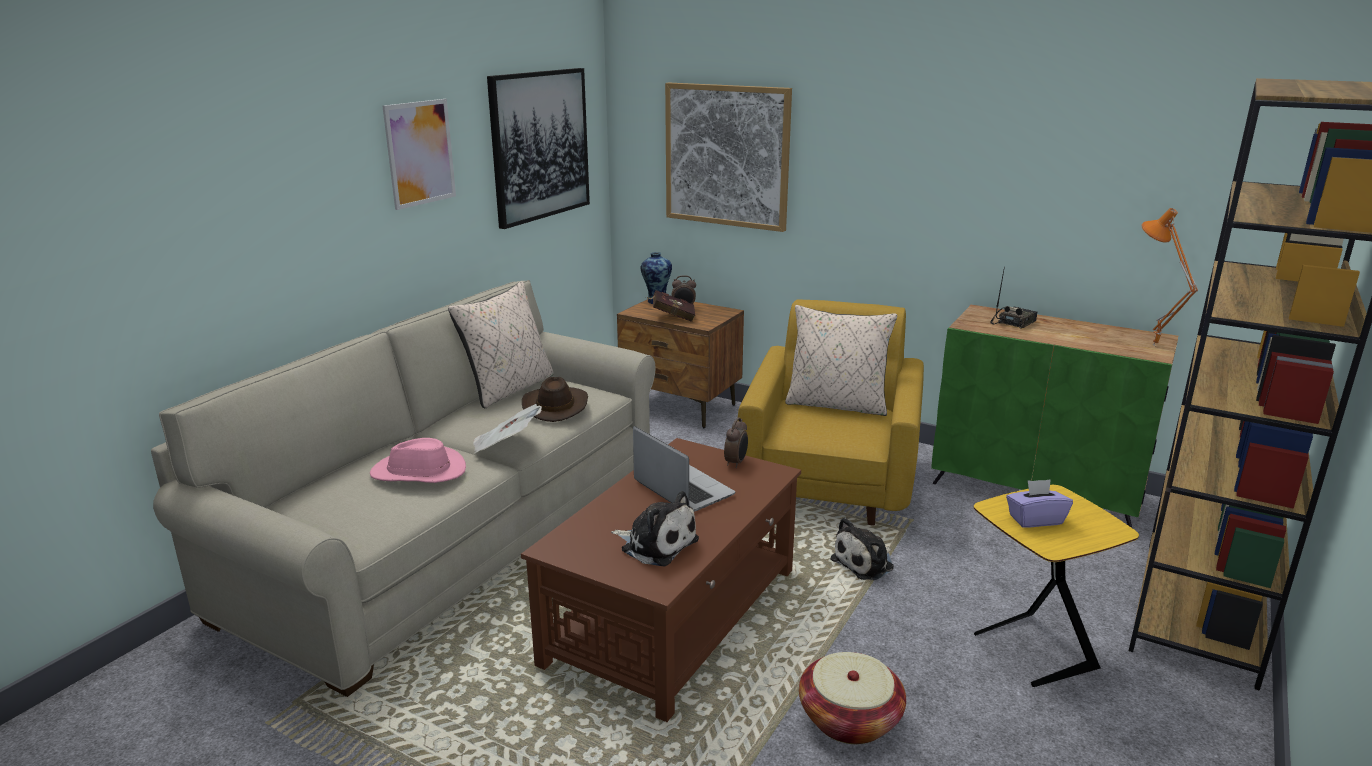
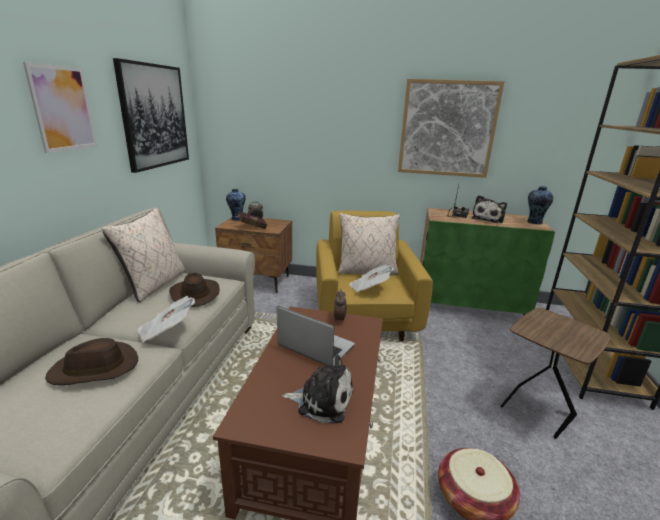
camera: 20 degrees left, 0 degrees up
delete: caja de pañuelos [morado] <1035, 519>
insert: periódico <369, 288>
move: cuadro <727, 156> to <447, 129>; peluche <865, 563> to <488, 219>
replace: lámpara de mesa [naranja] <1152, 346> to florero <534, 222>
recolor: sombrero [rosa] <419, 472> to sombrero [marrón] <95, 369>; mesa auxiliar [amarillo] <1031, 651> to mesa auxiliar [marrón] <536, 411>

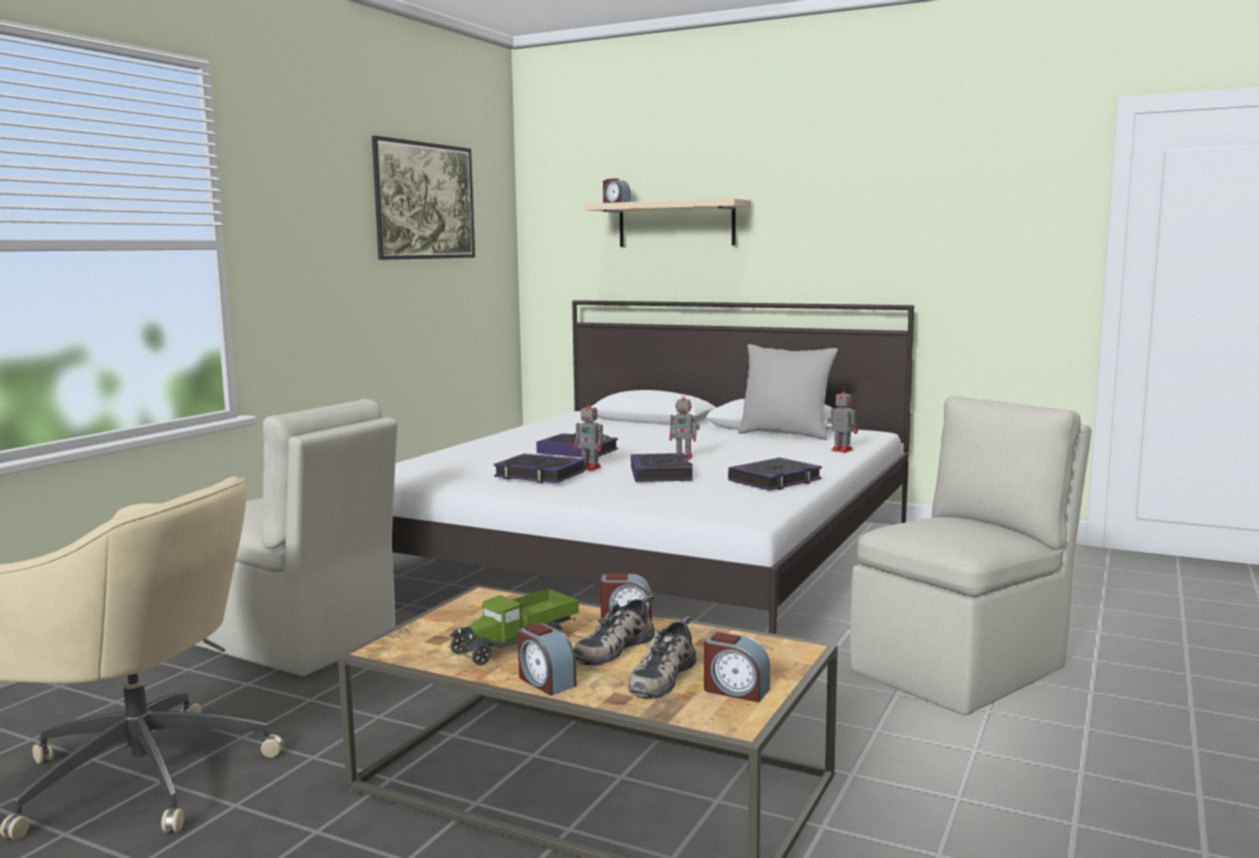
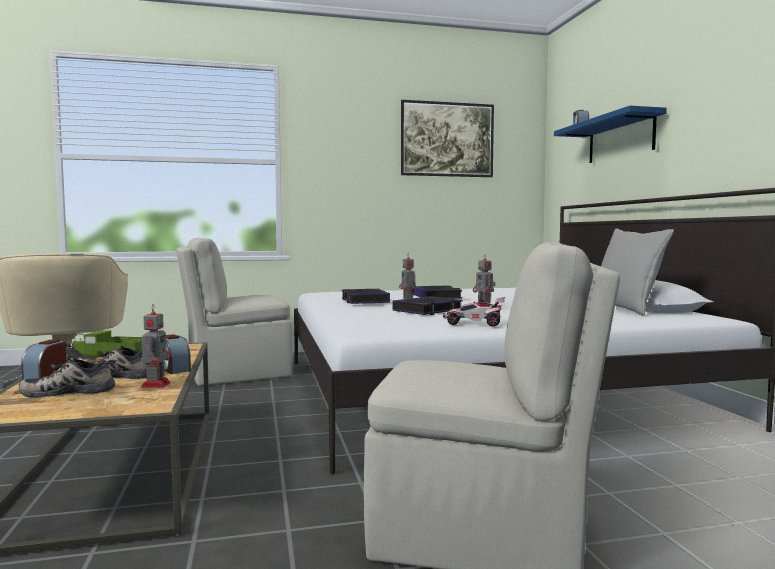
camera: 50 degrees right, 5 degrees down
delete: despertador <735, 690>
move: robot de juguete <841, 450> to <156, 384>
replace: libro <775, 481> to coche de juguete <474, 324>
recolor: estante [beis] <676, 224> to estante [azul] <620, 139>
rotate: silla [beis] <299, 642> = <236, 374> 75 degrees clockwise

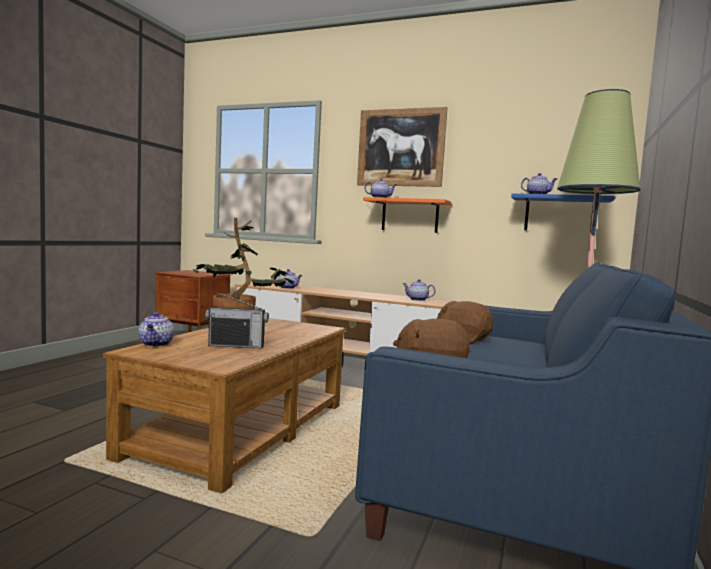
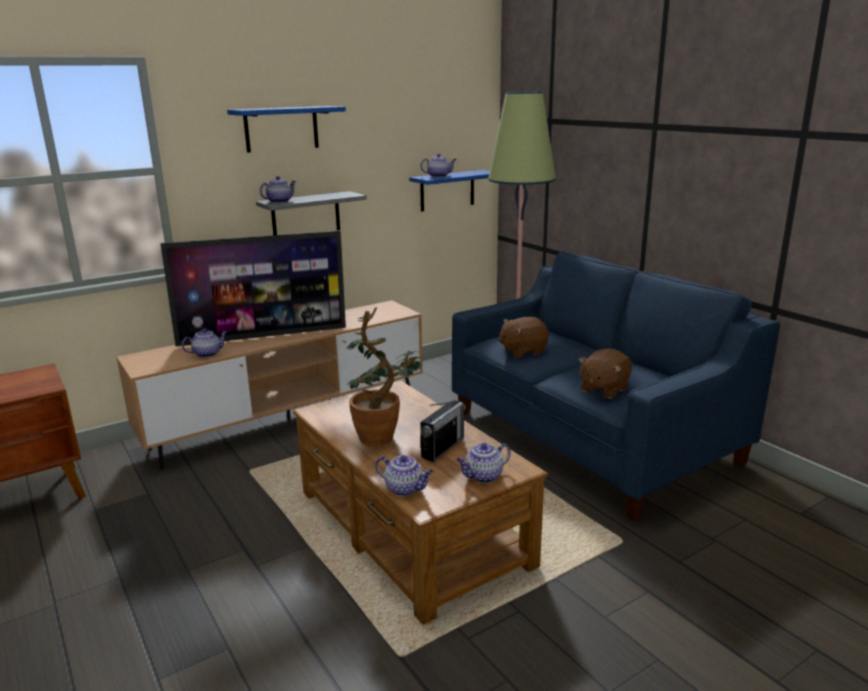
camera: 55 degrees left, 15 degrees up
insert: televisor <263, 336>
move: tetera <417, 300> to <483, 477>
replace: cuadro <400, 148> to estante [azul] <281, 129>
recolor: estante [naranja] <410, 216> to estante [gris] <306, 215>

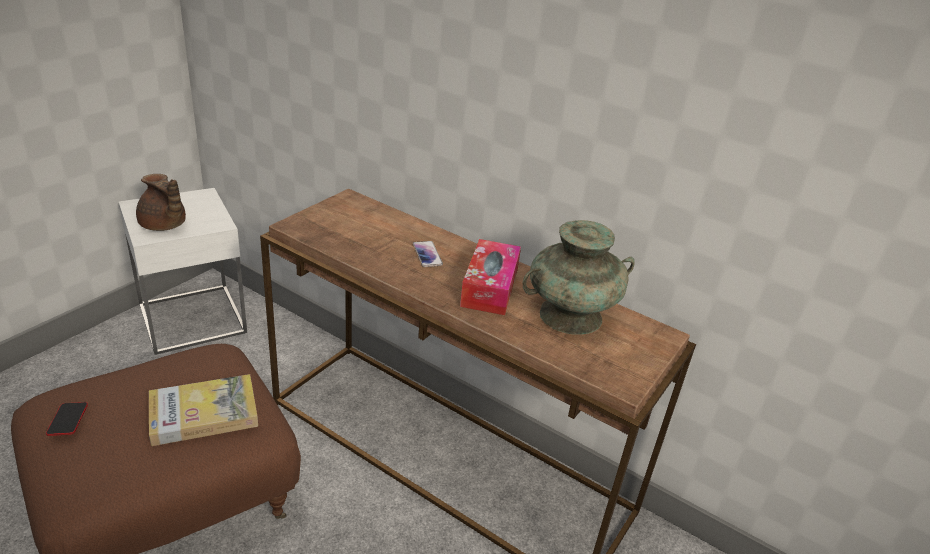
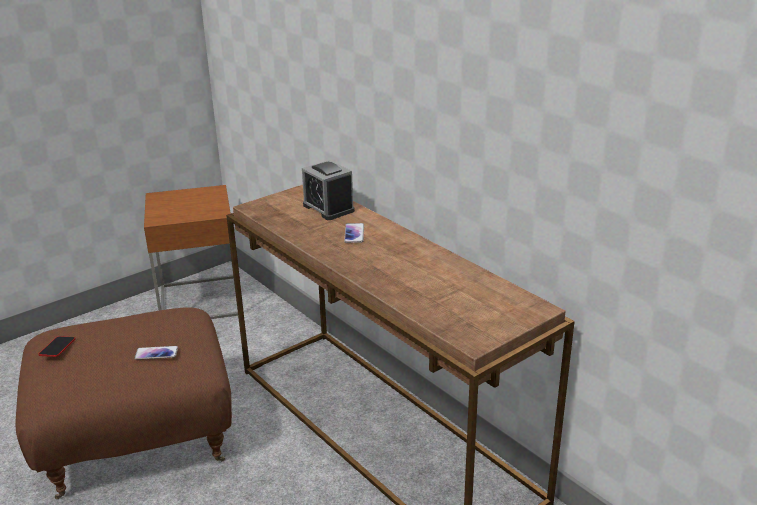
camera: 20 degrees right, 5 degrees down
delete: tetera [marrón] <164, 226>; florero [turquesa] <571, 316>; caja de pañuelos <490, 287>
insert: despertador <328, 208>
replace: libro <203, 413> to móvil <156, 353>
recolor: mesa auxiliar [blanco] <192, 318> to mesa auxiliar [marrón] <200, 300>

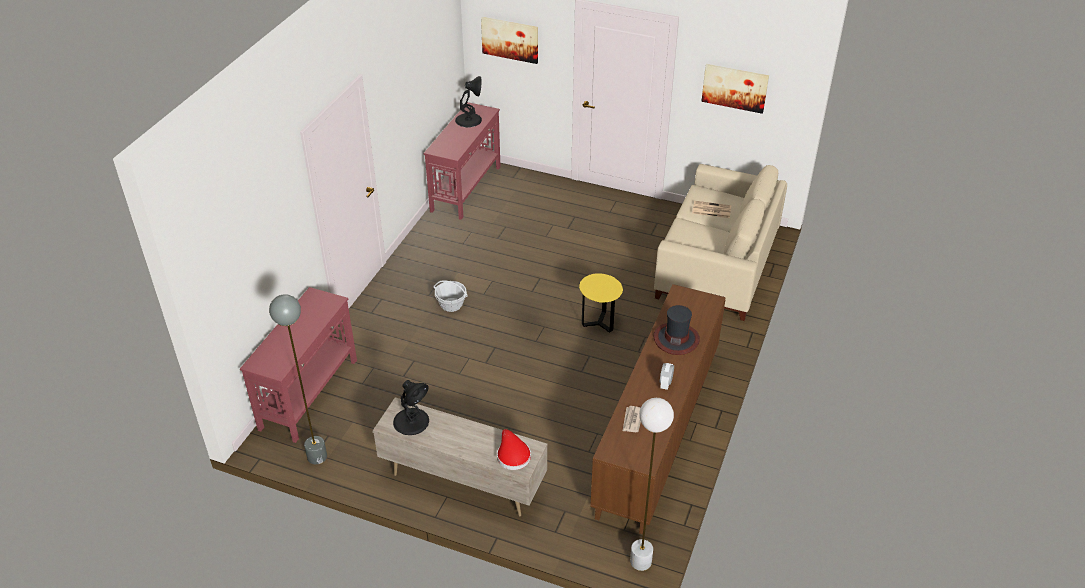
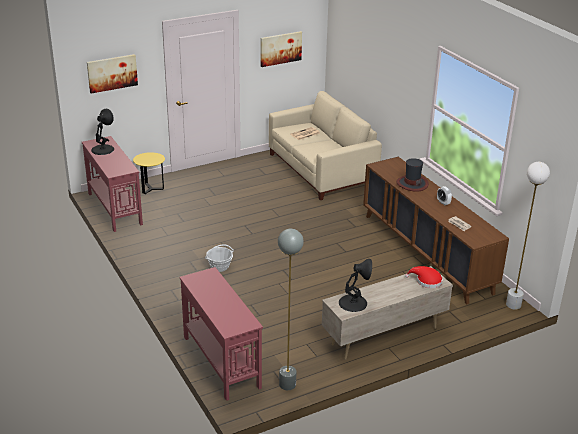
camera: 50 degrees left, 10 degrees down
move: mesa auxiliar [amarillo] <599, 323> to <151, 189>

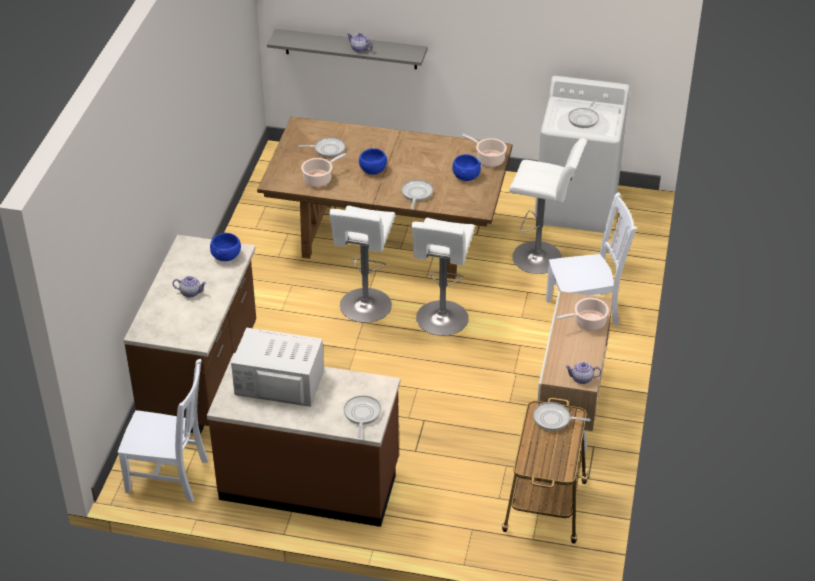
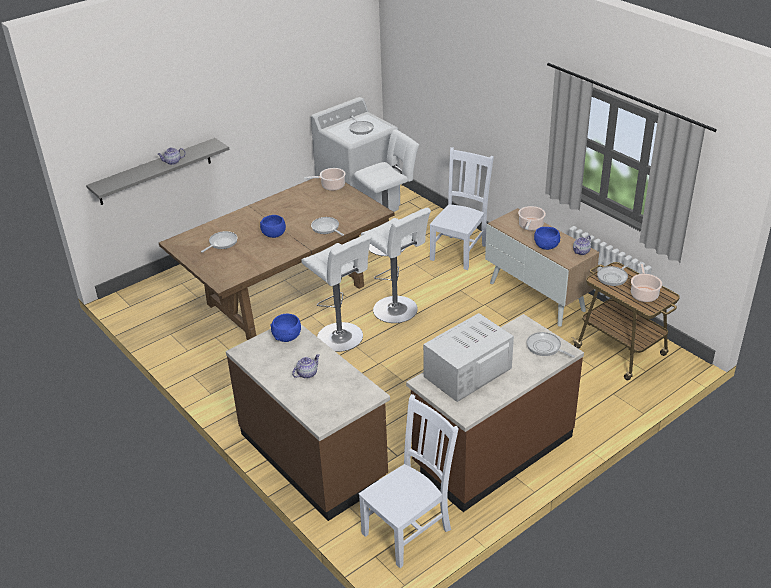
camera: 50 degrees left, 5 degrees down
move: olla <319, 179> to <644, 294>; cuenco [azul] <466, 176> to <546, 245>

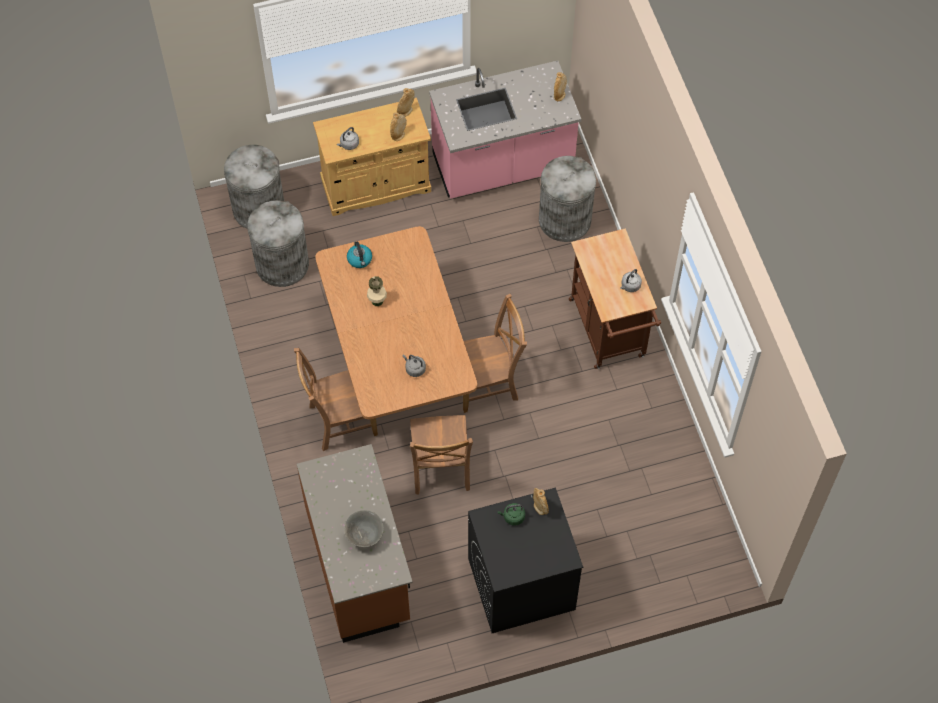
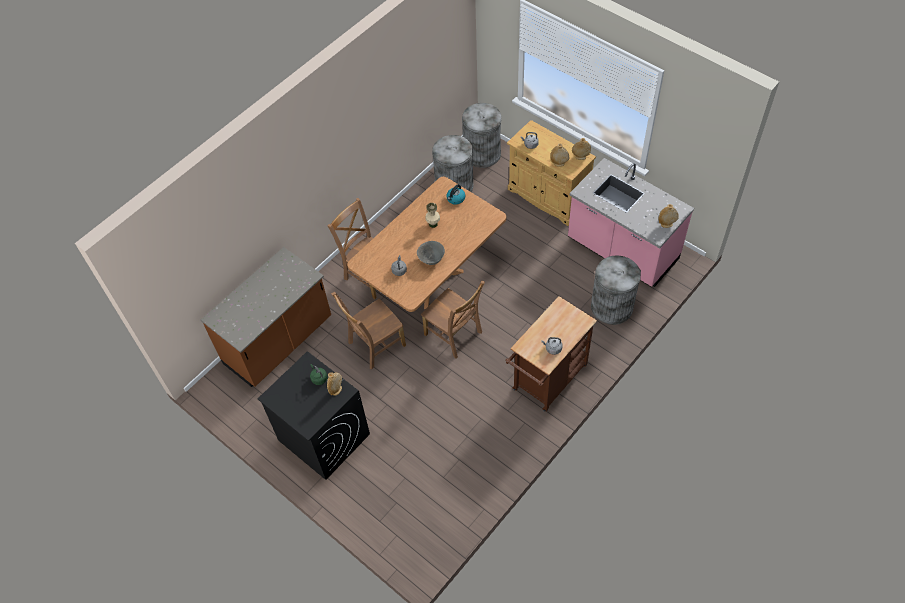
camera: 60 degrees right, 5 degrees down
move: cuenco [gris] <365, 535> to <431, 259>

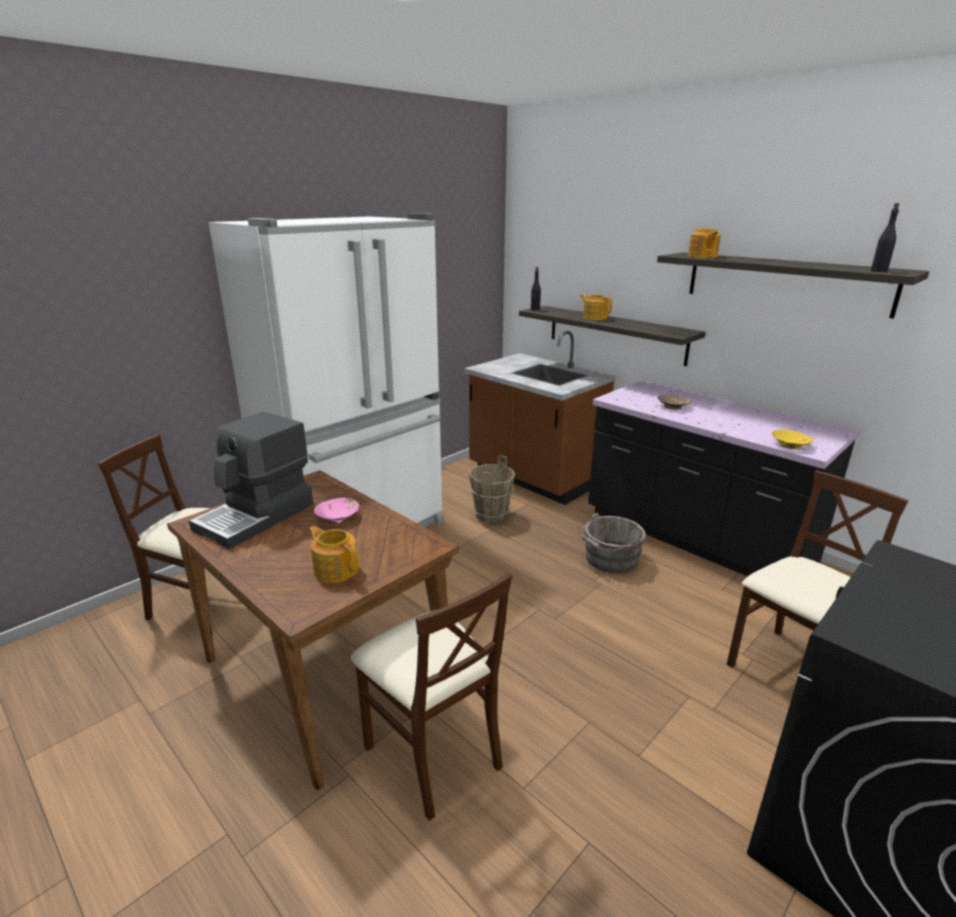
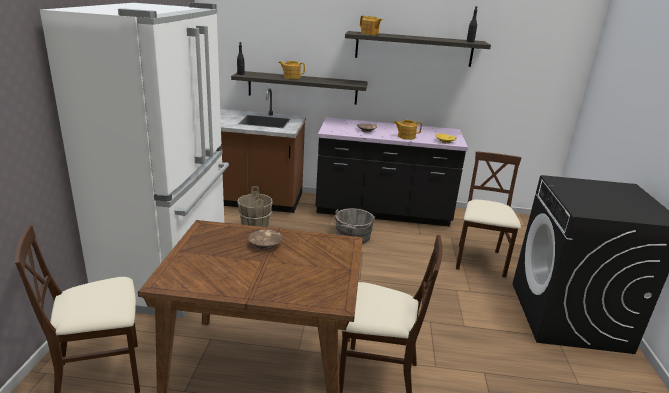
camera: 40 degrees left, 0 degrees up
delete: cafetera <257, 517>
move: tetera <336, 569> to <406, 136>
recolor: cuenco [rosa] <338, 517> to cuenco [marrón] <265, 244>

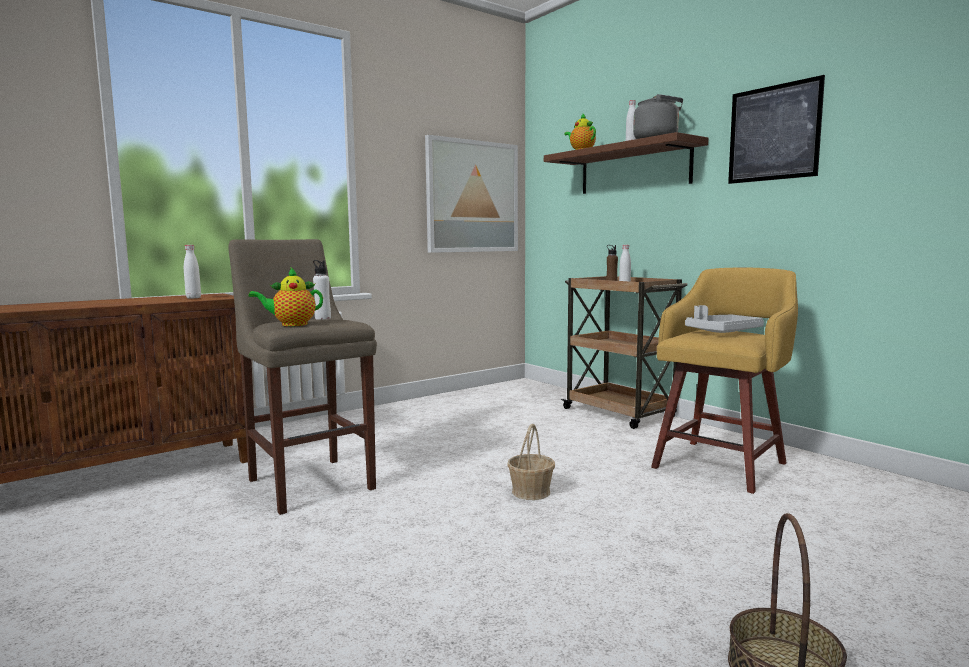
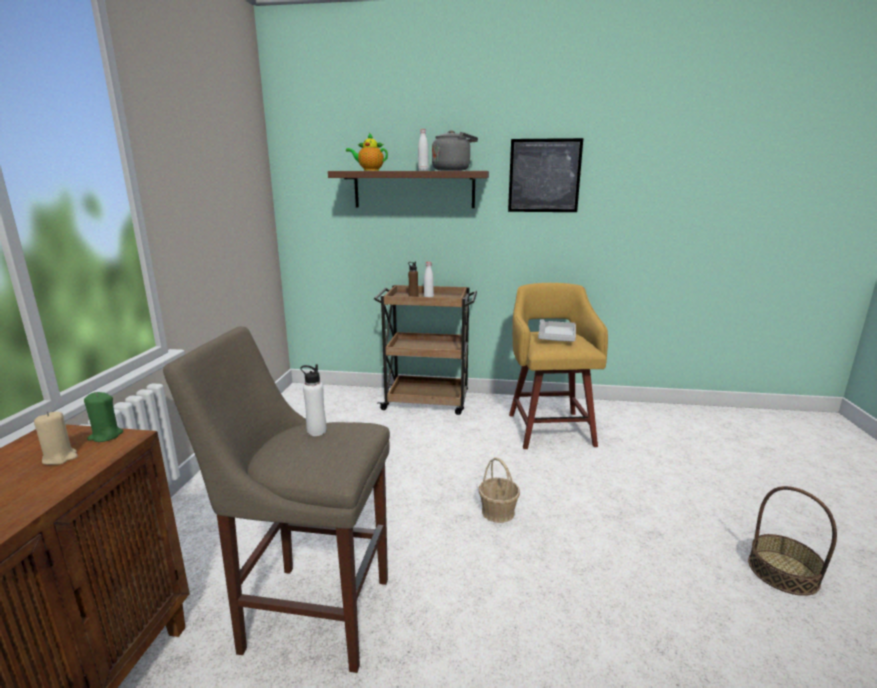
camera: 45 degrees left, 10 degrees up
delete: cuadro <472, 197>; tetera <291, 324>
insert: vela [verde] <105, 436>
replace: botella [blanco] <193, 298> to vela [beis] <60, 458>

